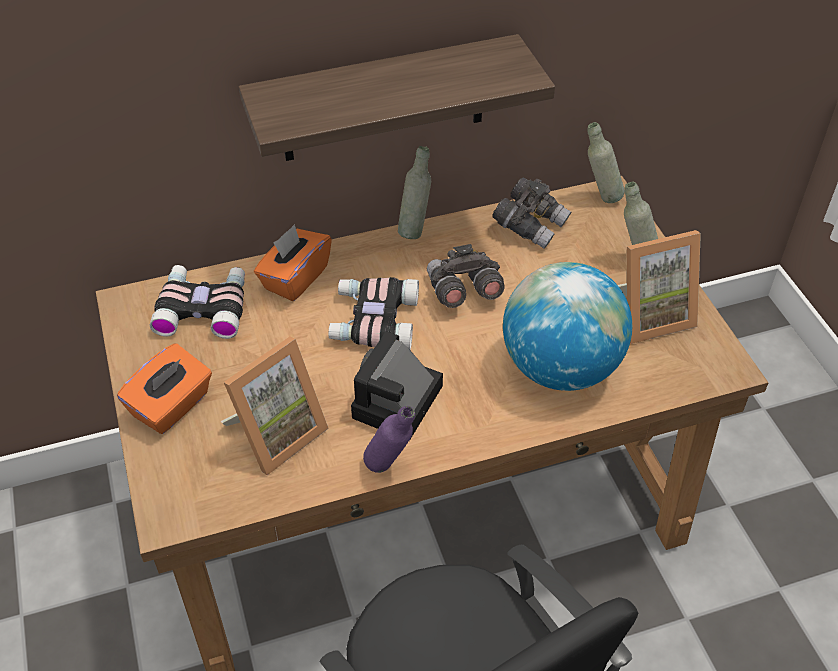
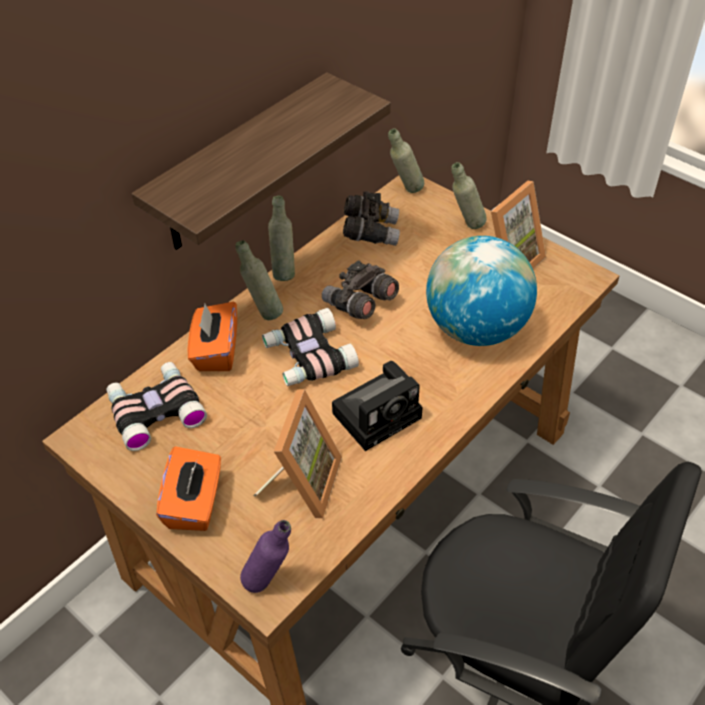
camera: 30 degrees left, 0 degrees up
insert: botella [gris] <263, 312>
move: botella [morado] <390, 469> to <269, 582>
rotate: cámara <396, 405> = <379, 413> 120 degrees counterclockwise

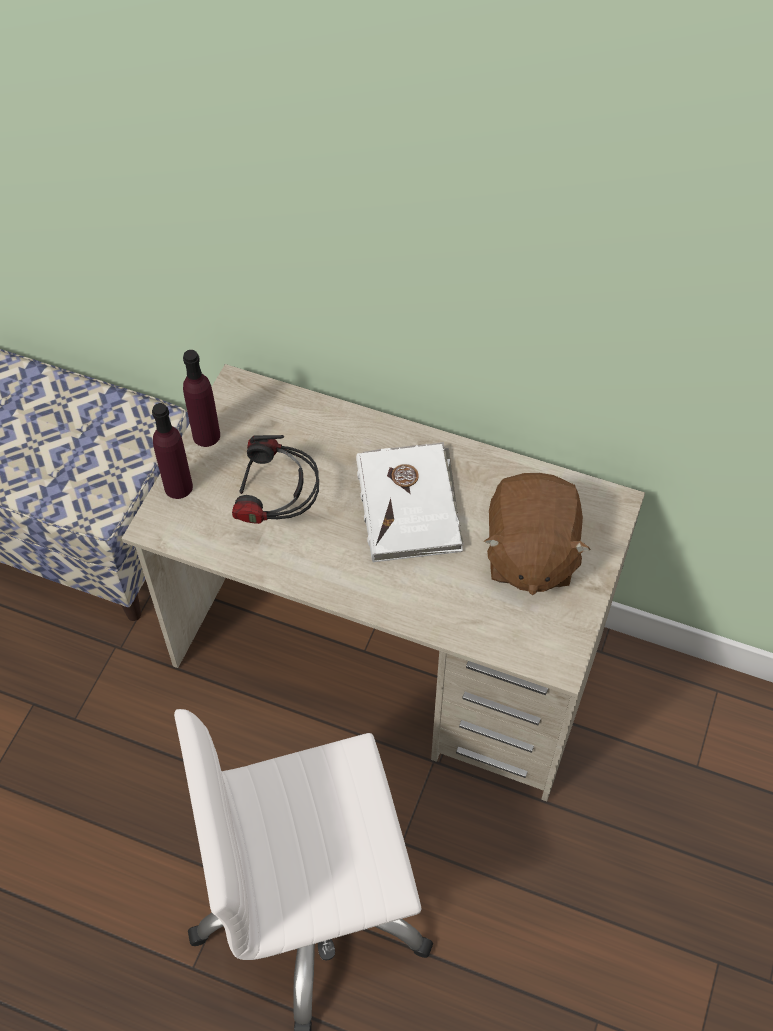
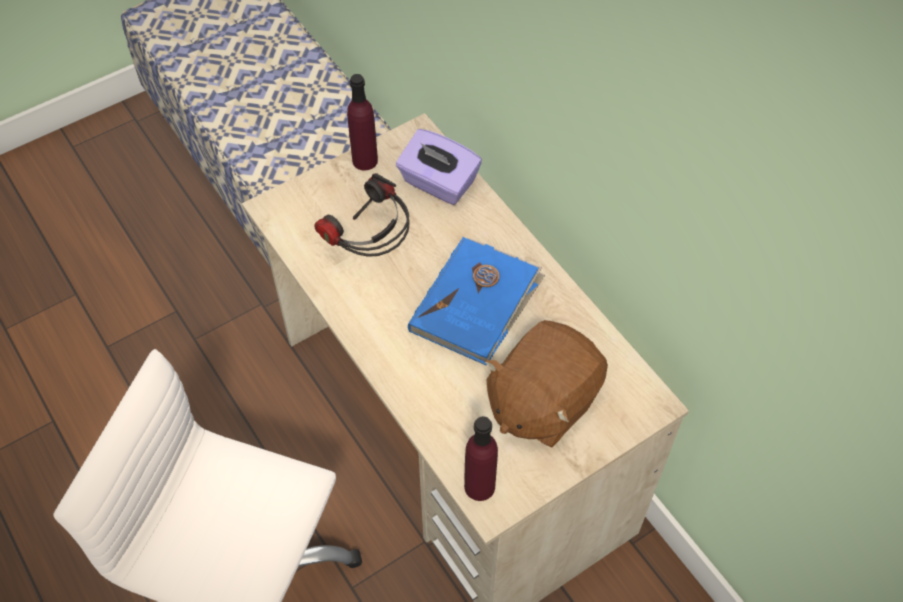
camera: 35 degrees right, 0 degrees up
insert: caja de pañuelos [morado] <438, 183>
move: botella [morado] <178, 487> to <479, 486>
recolor: libro [blanco] <410, 504> to libro [azul] <477, 303>

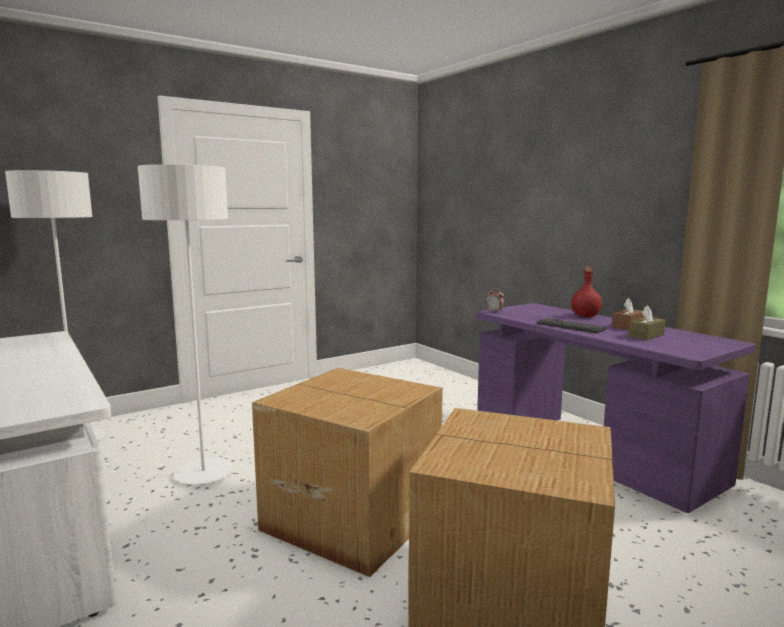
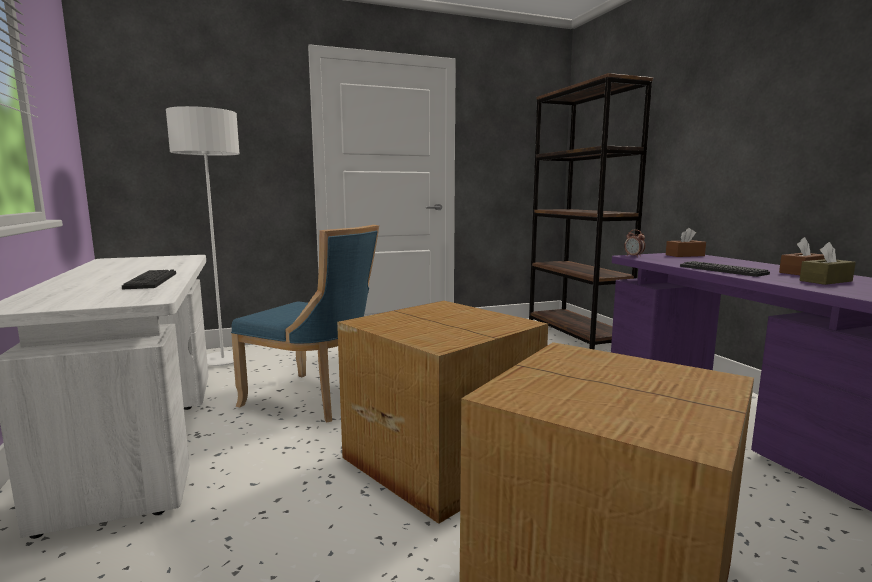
camera: 15 degrees right, 0 degrees up
delete: botella [rojo] <585, 316>
insert: estantería [marrón] <576, 334>; caja de pañuelos [marrón] <685, 255>; teclado <151, 280>
replace: lámpara de pie [blanco] <203, 474> to silla [azul] <314, 399>

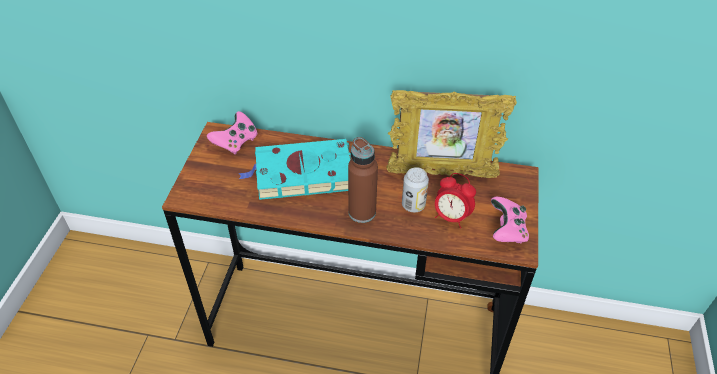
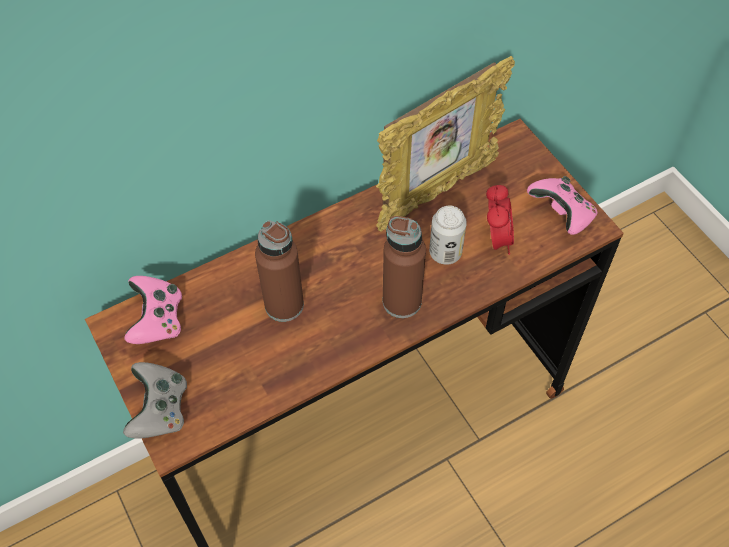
camera: 40 degrees left, 10 degrees up
insert: mando de consola [gris] <160, 410>
replace: libro [turquesa] <300, 174> to botella [marrón] <284, 305>
rotate: despertador <451, 217> = <496, 239> 75 degrees counterclockwise

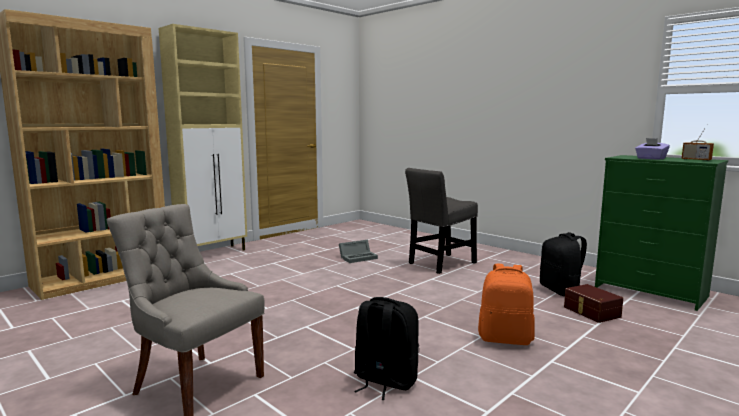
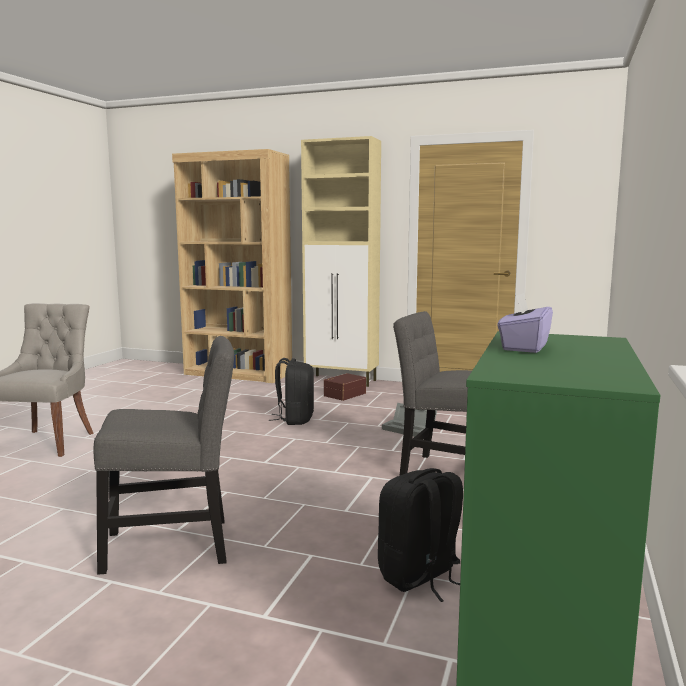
camera: 65 degrees right, 0 degrees up
delete: radio <696, 160>
move: caja de almacenaje [marrón] <591, 312> to <344, 394>; mochila [negro] <384, 381> to <295, 419>
replace: mochila [naranja] <505, 339> to silla [gris] <175, 545>

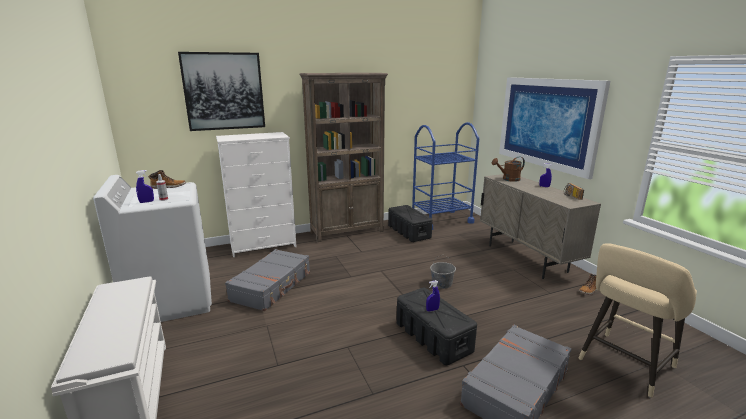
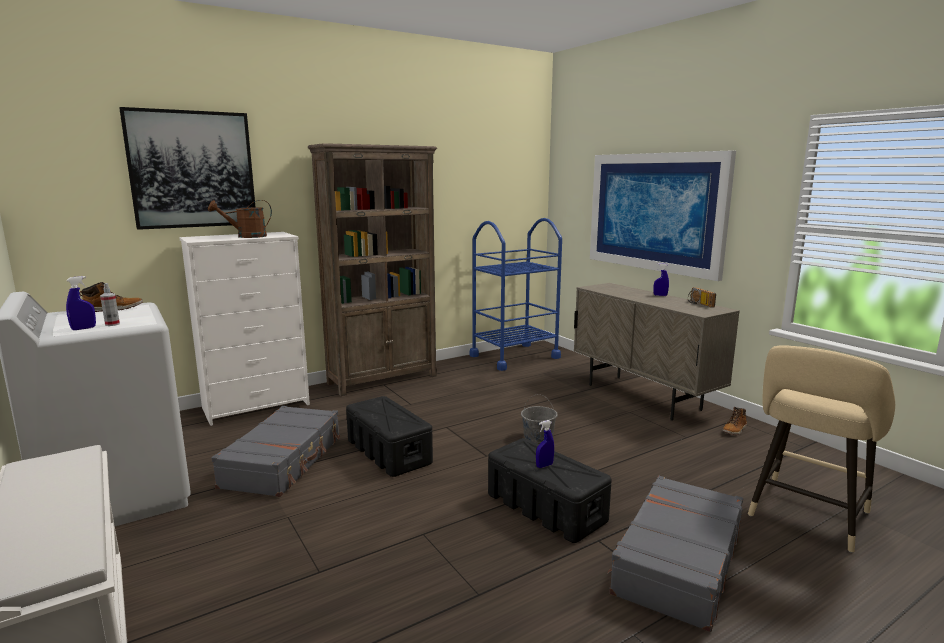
camera: 10 degrees left, 5 degrees down
move: regadera [marrón] <508, 179> to <246, 236>; caja de almacenaje [negro] <409, 232> to <389, 452>

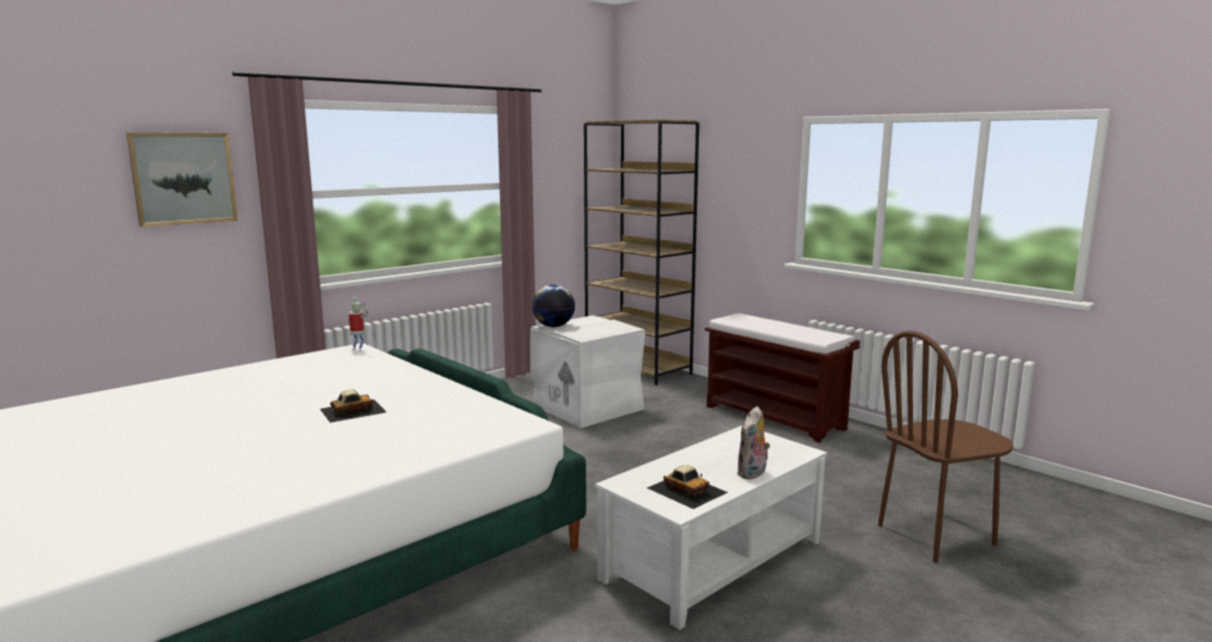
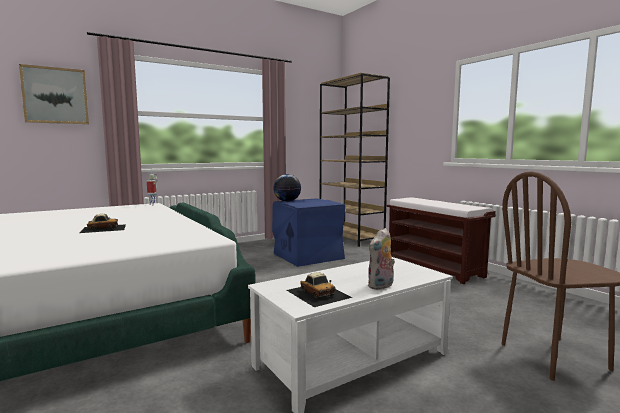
camera: 10 degrees right, 5 degrees down
recolor: caja de almacenaje [blanco] <586, 407> to caja de almacenaje [azul] <307, 256>

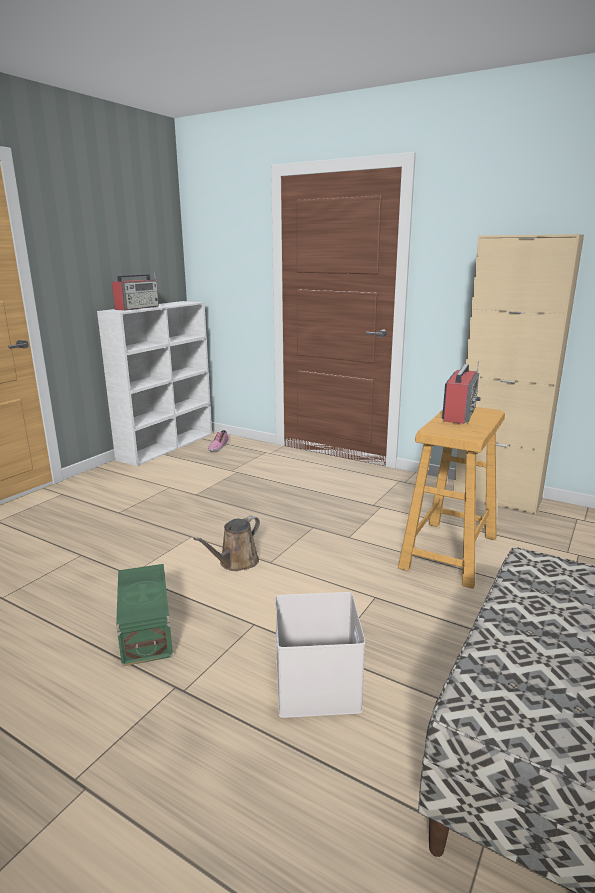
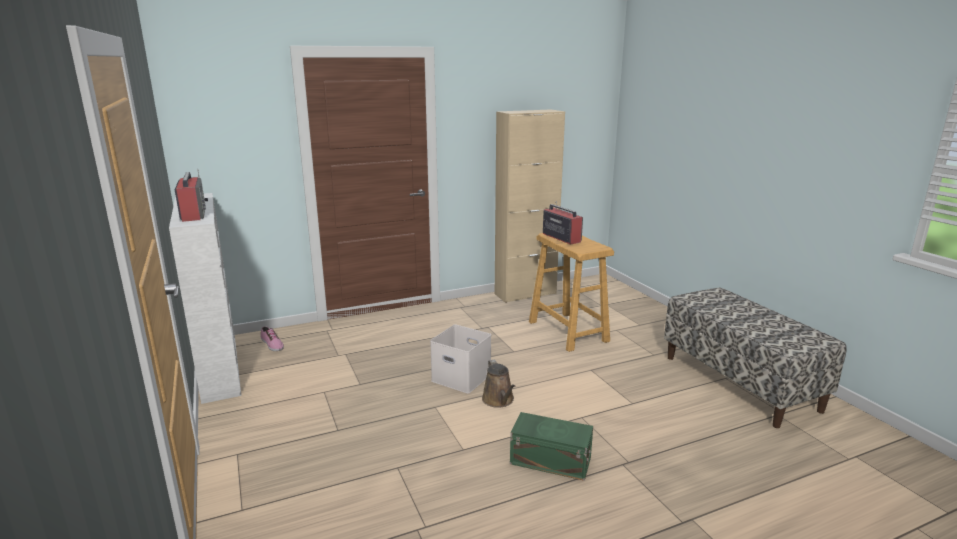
camera: 55 degrees left, 0 degrees up
move: caja de almacenaje [blanco] <319, 685> to <462, 377>

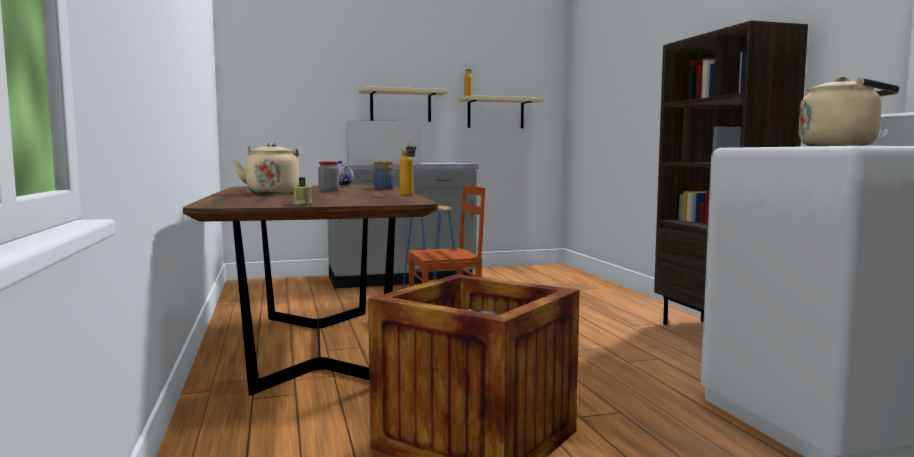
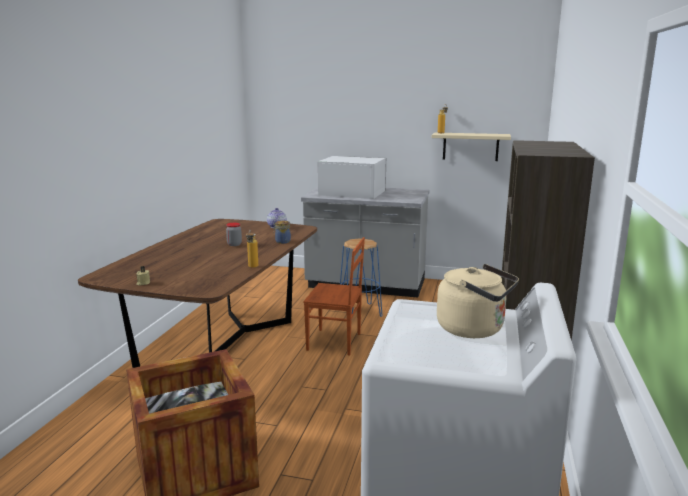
camera: 30 degrees right, 10 degrees up
delete: estante [beis] <400, 105>; hervidor [beis] <272, 193>

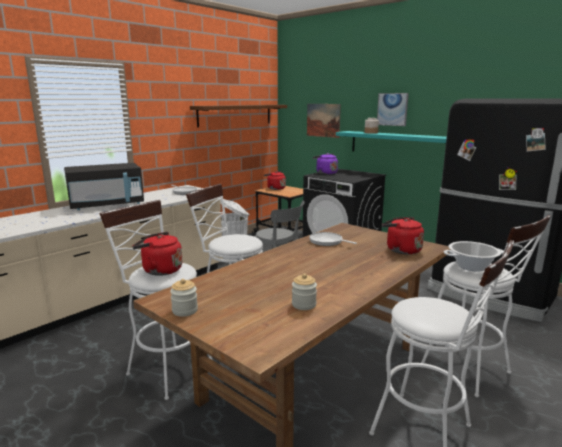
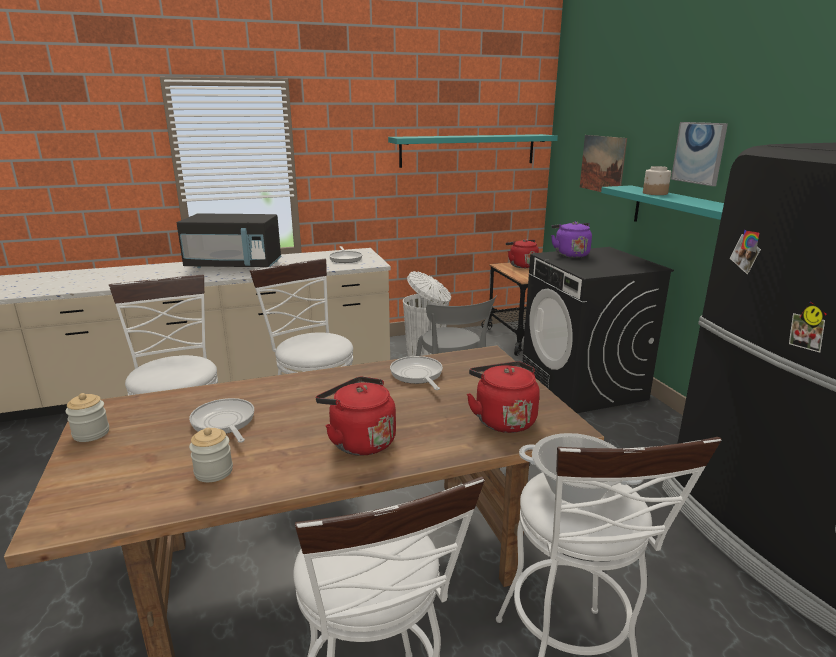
camera: 30 degrees right, 5 degrees up
insert: sartén <224, 423>
move: hervidor [rojo] <160, 270> to <359, 441>
recolor: estante [marrón] <235, 115> to estante [turquesa] <468, 150>

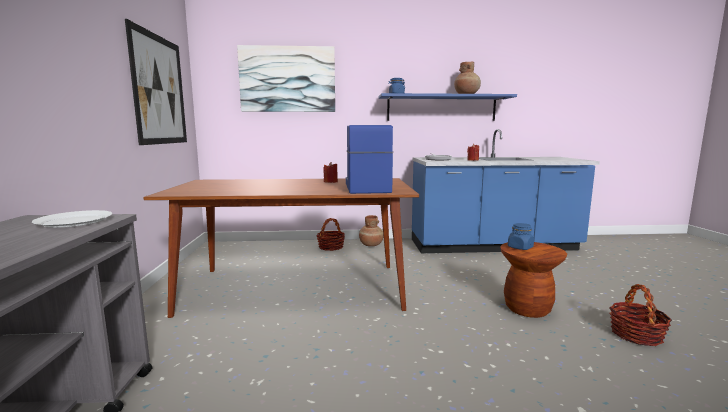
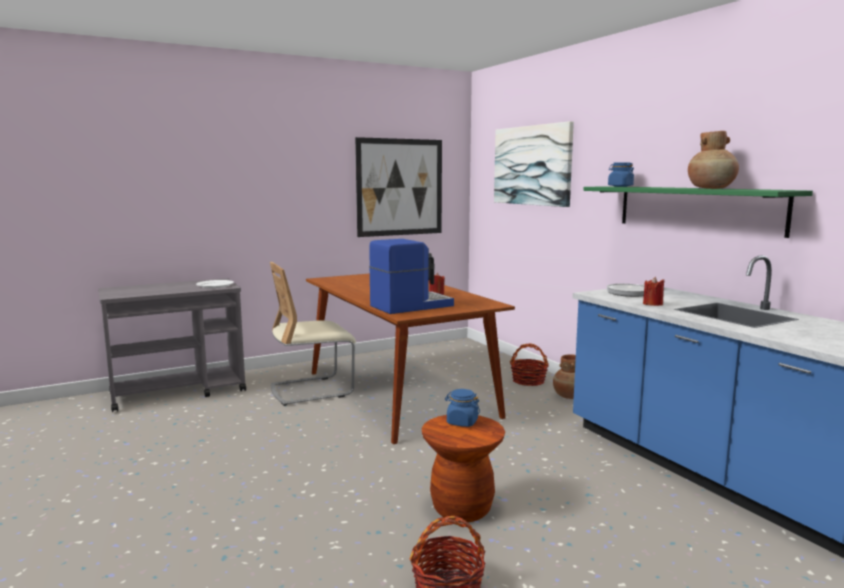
camera: 65 degrees right, 0 degrees up
insert: silla [beis] <311, 390>
recolor: estante [azul] <441, 108> to estante [verde] <696, 208>

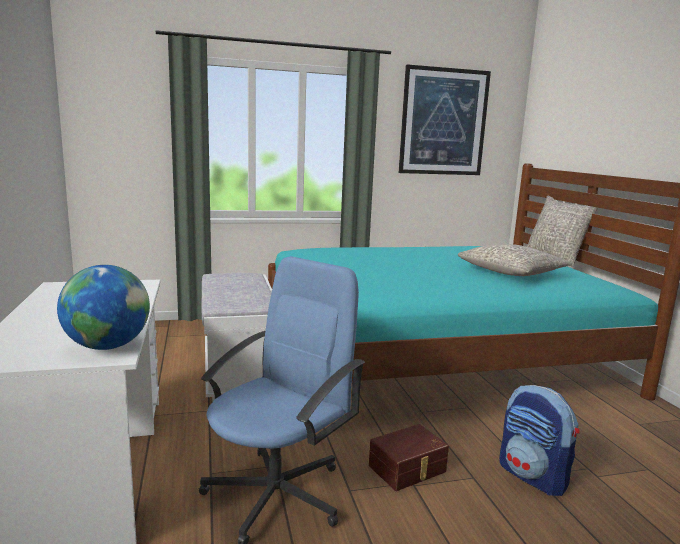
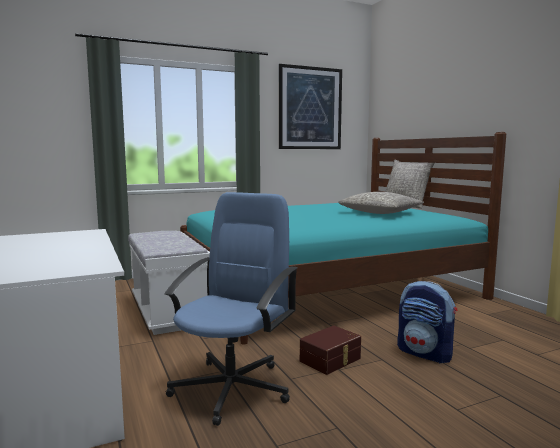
camera: 10 degrees left, 5 degrees down
delete: globo terráqueo <107, 346>

